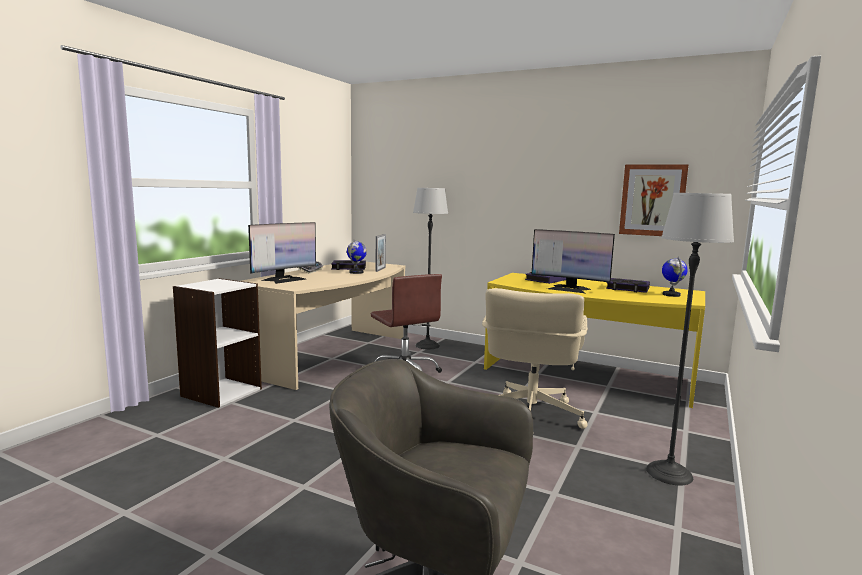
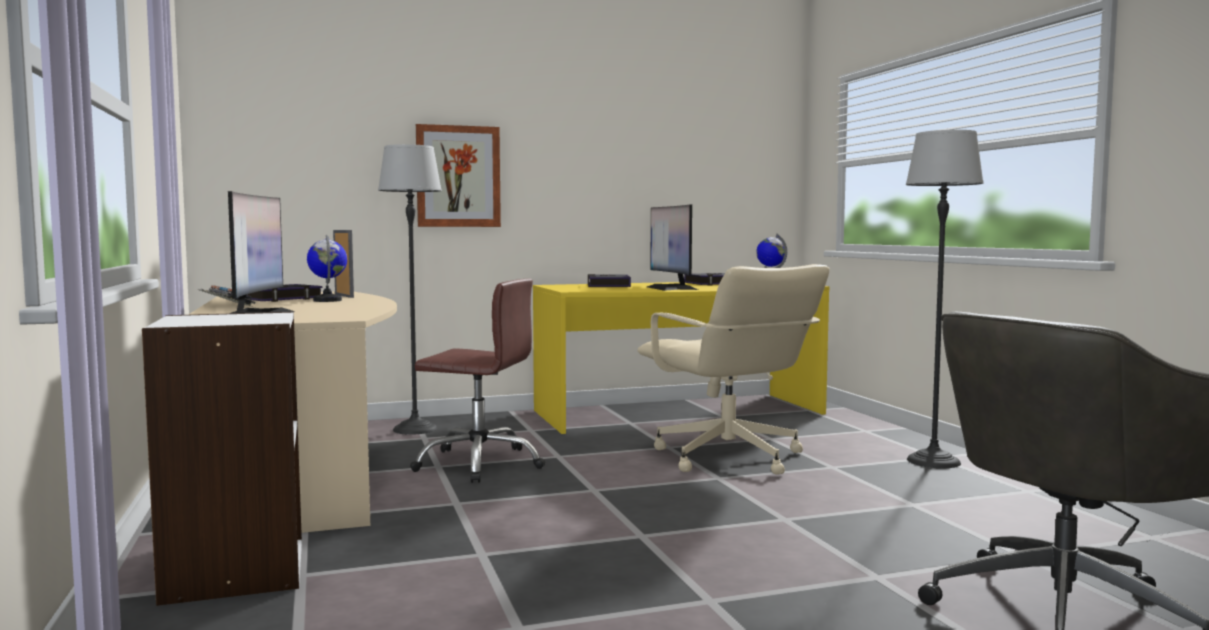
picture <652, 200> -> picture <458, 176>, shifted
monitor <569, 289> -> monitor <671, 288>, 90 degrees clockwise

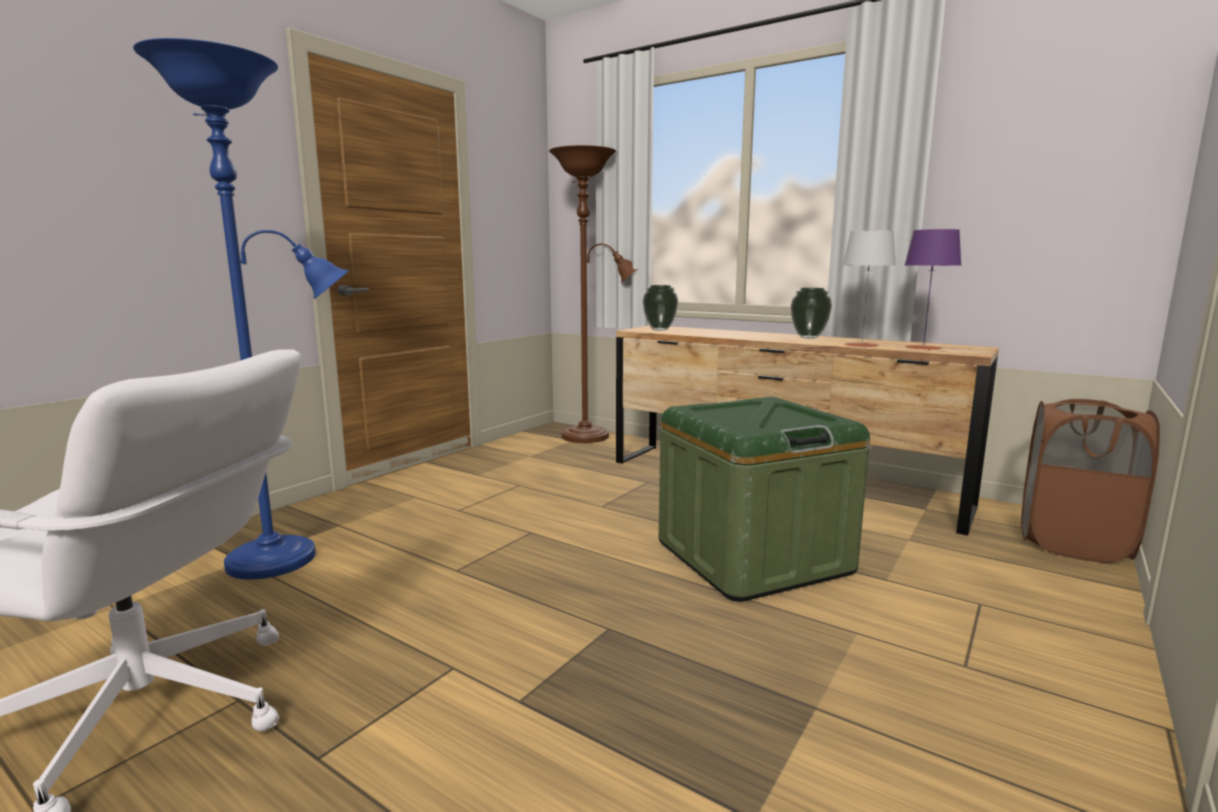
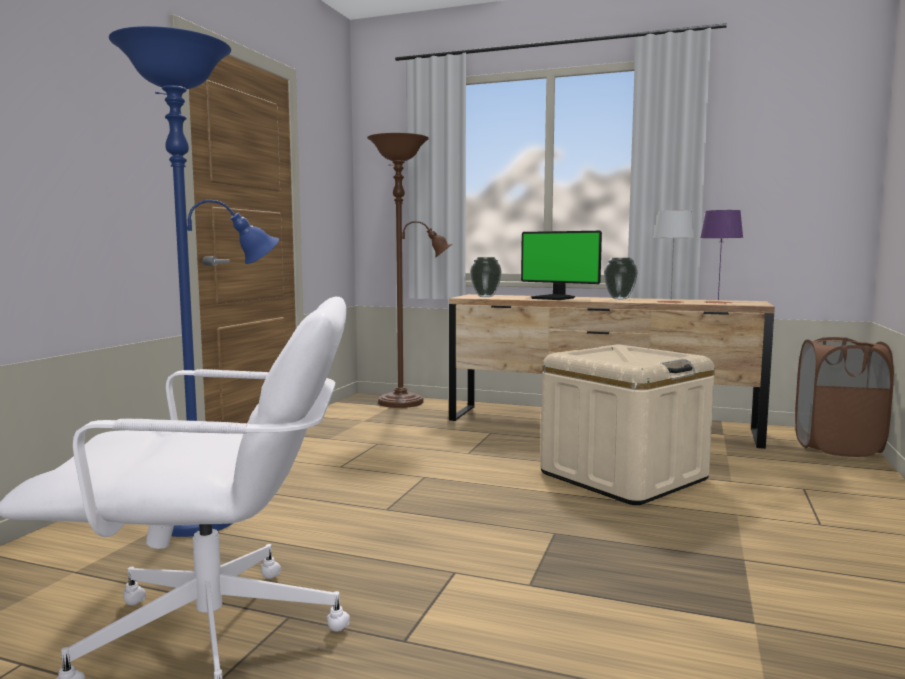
none -> monitor <554, 298>
green storage box <752, 556> -> beige storage box <623, 476>

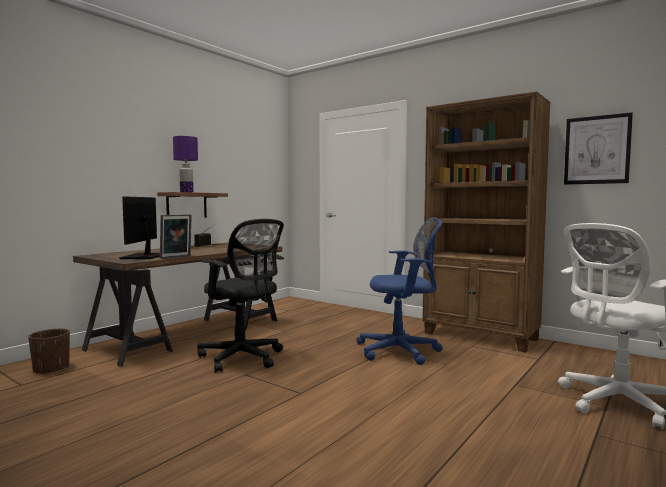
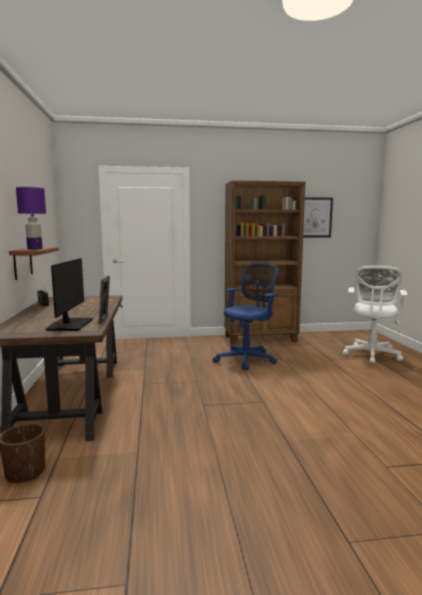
monitor <144, 256> -> monitor <69, 325>, 135 degrees counterclockwise
black office chair <243, 358> -> none

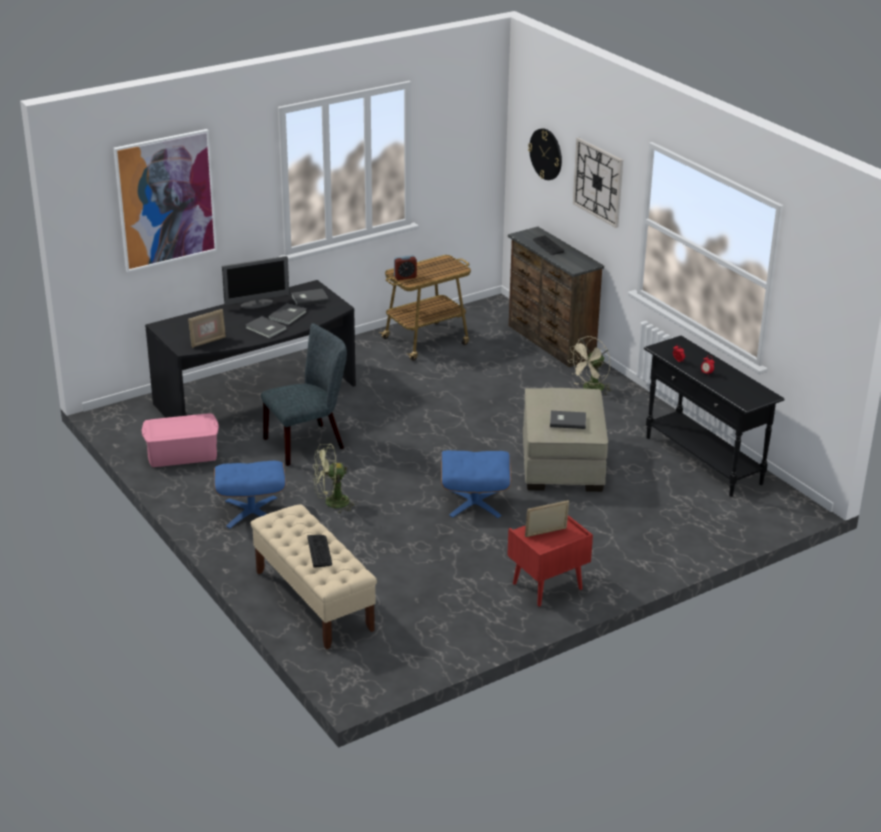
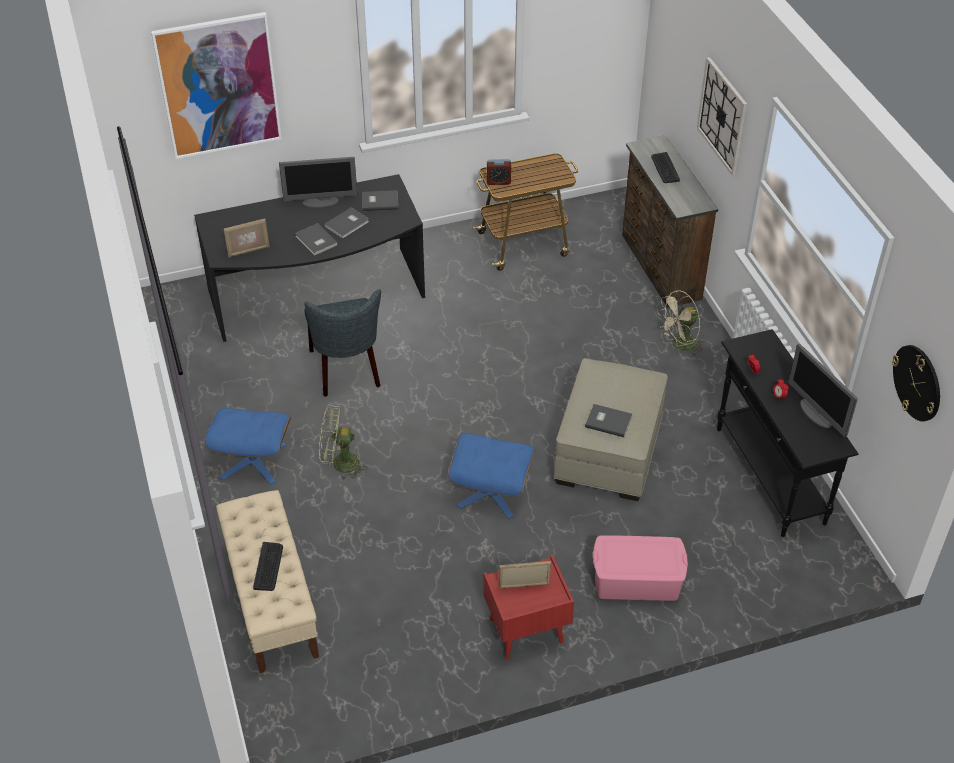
grey chair <309, 442> -> grey chair <347, 371>, 90 degrees clockwise
pink storage box <182, 454> -> pink storage box <636, 580>, shifted
none -> monitor <816, 414>
wall clock <546, 154> -> wall clock <917, 382>, shifted

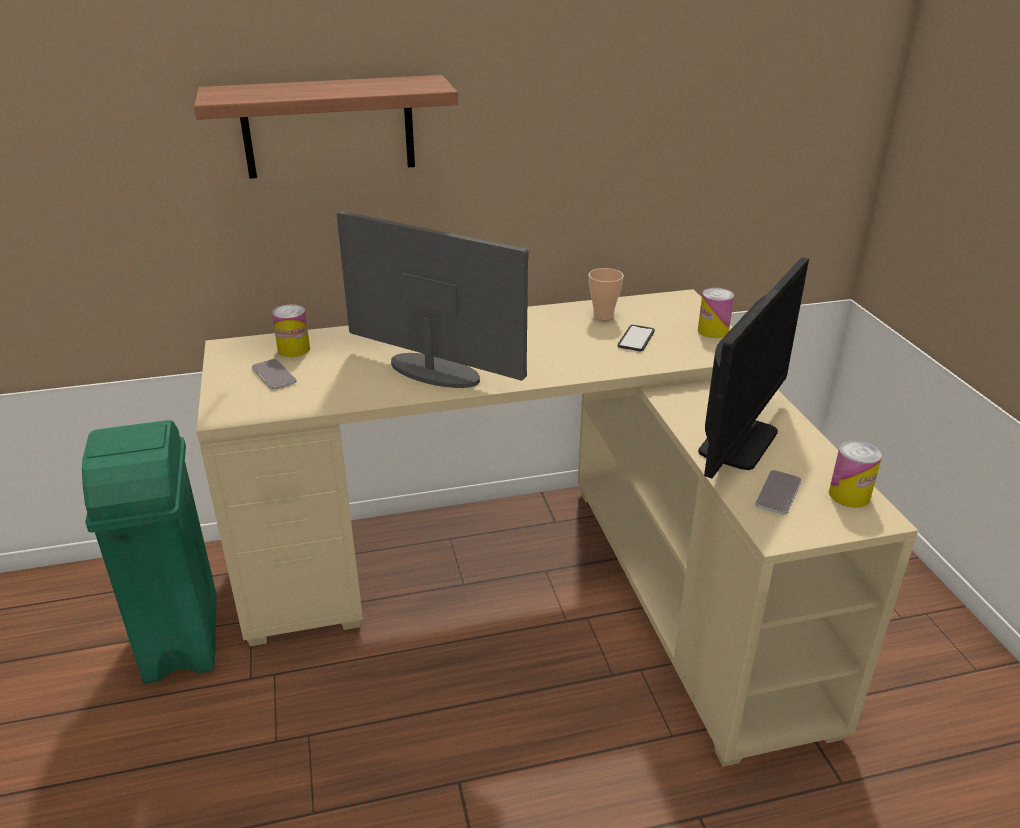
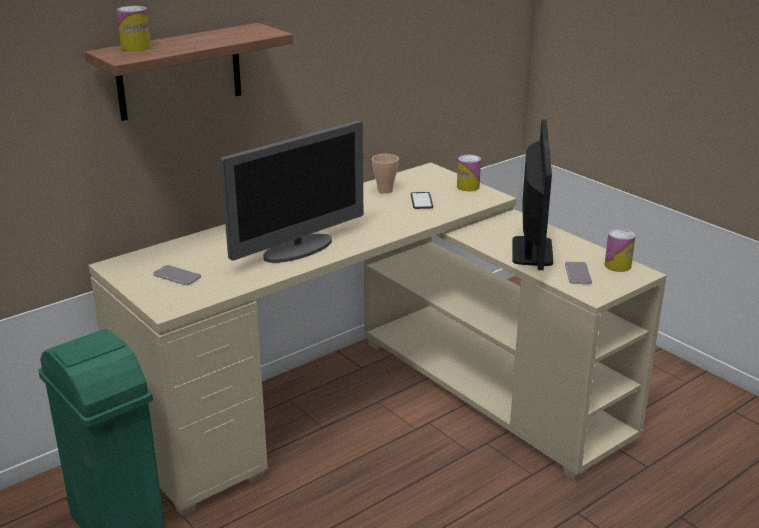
can <294, 349> -> can <136, 47>, shifted
monitor <433, 371> -> monitor <299, 249>, 135 degrees clockwise

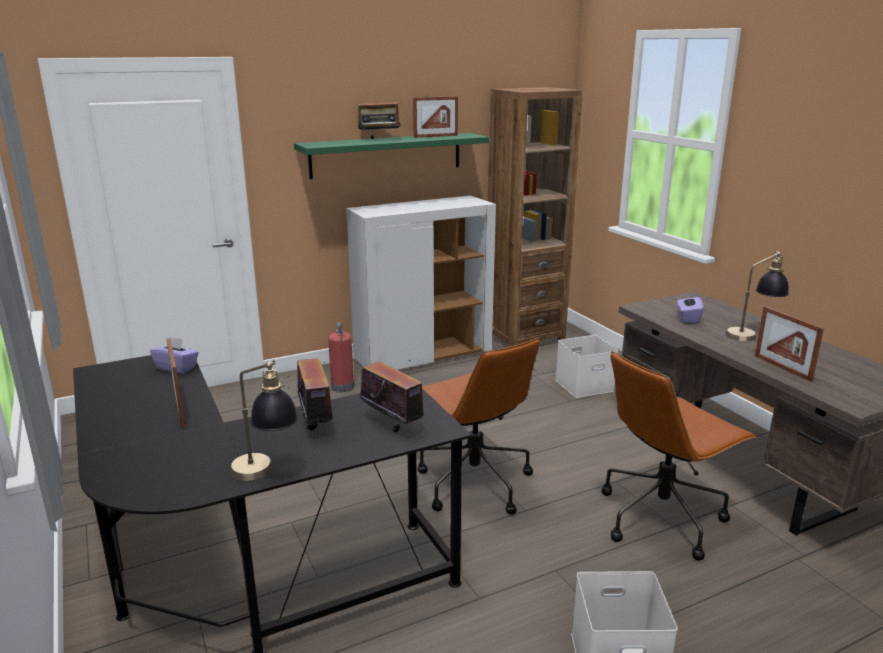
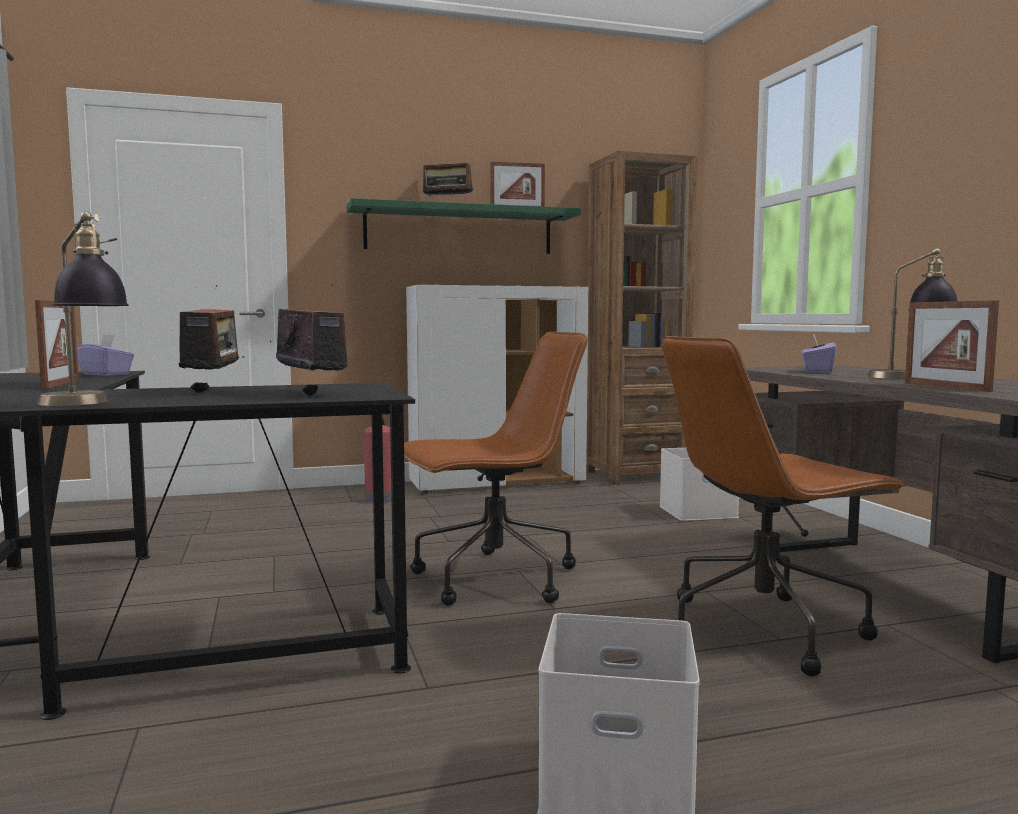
brown office chair <472, 483> -> brown office chair <493, 580>, 90 degrees counterclockwise

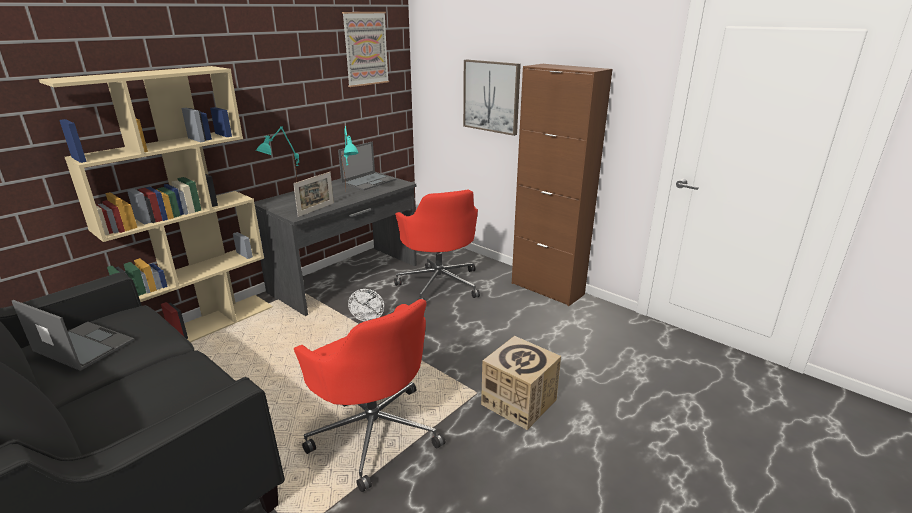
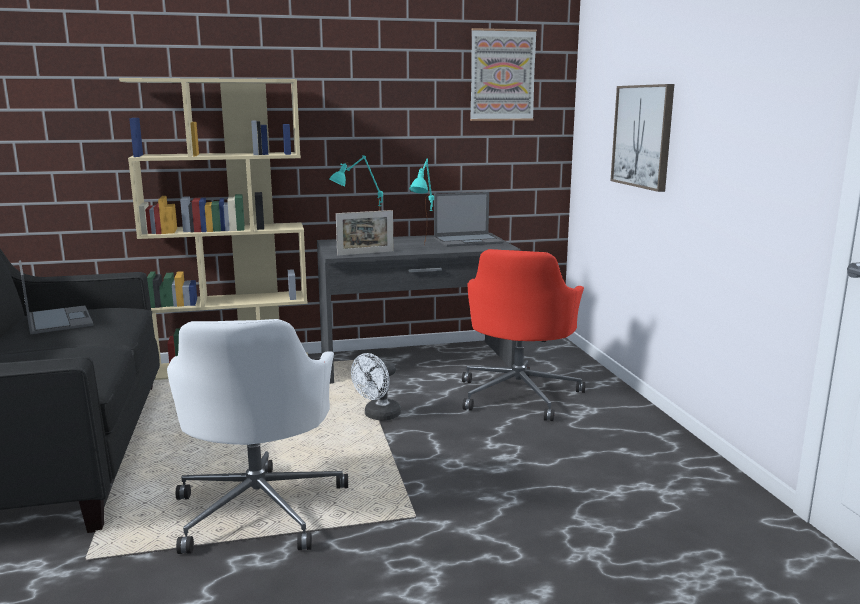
red office chair <374, 431> -> white office chair <260, 507>
cardboard box <519, 402> -> none
brown cabinet <547, 289> -> none

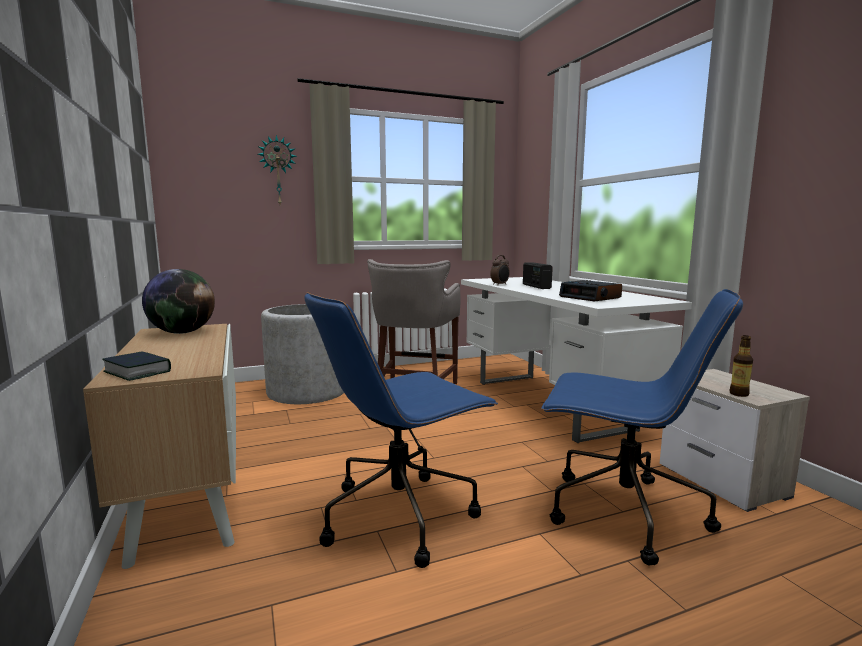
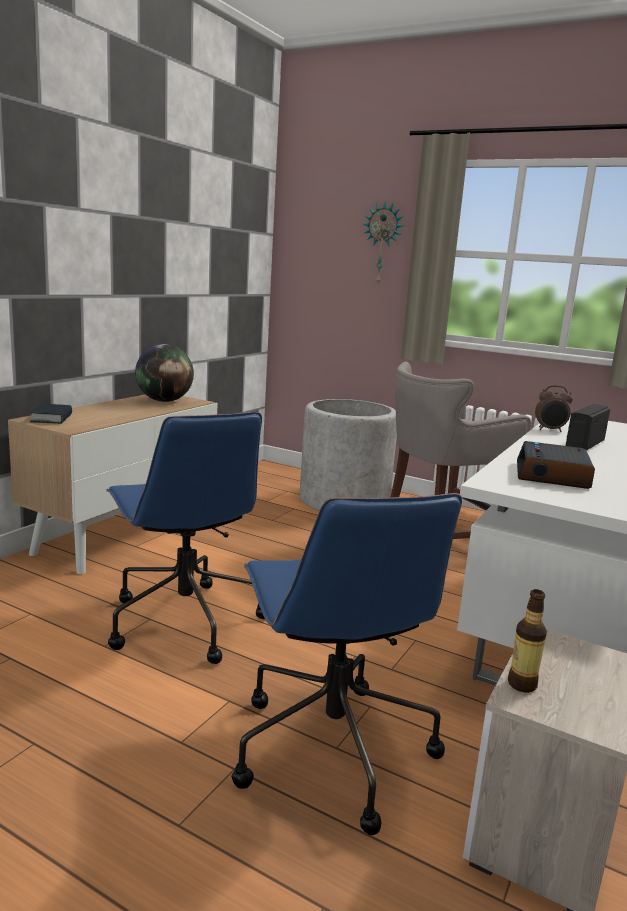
blue office chair <401, 514> -> blue office chair <184, 620>, 135 degrees counterclockwise

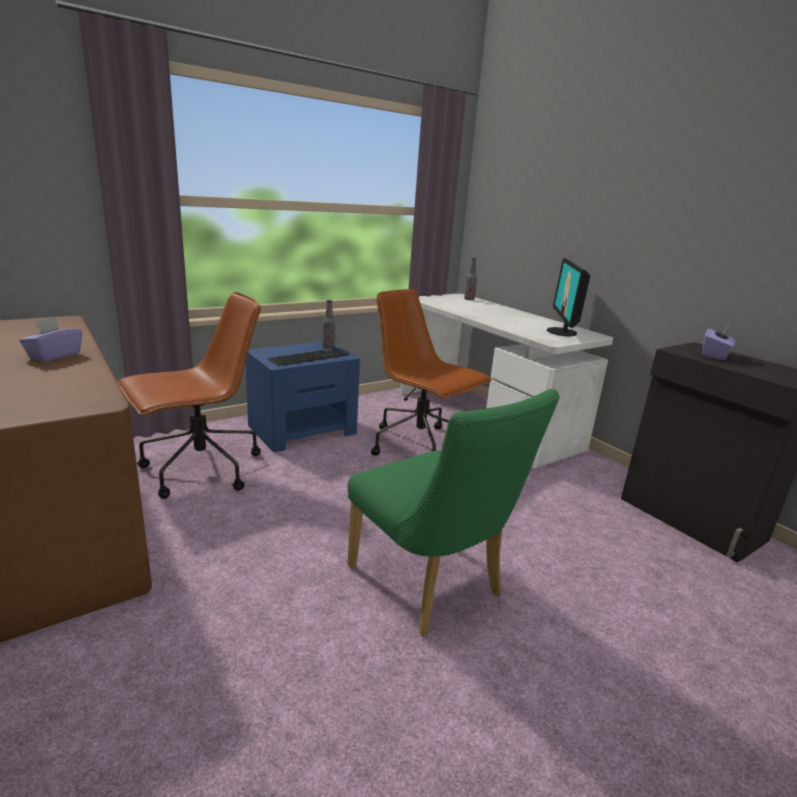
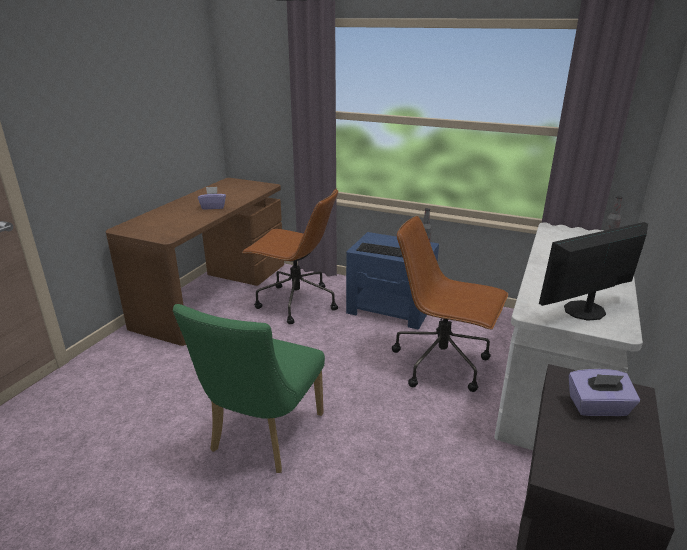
brown office chair <420, 446> -> brown office chair <442, 364>, 75 degrees counterclockwise

